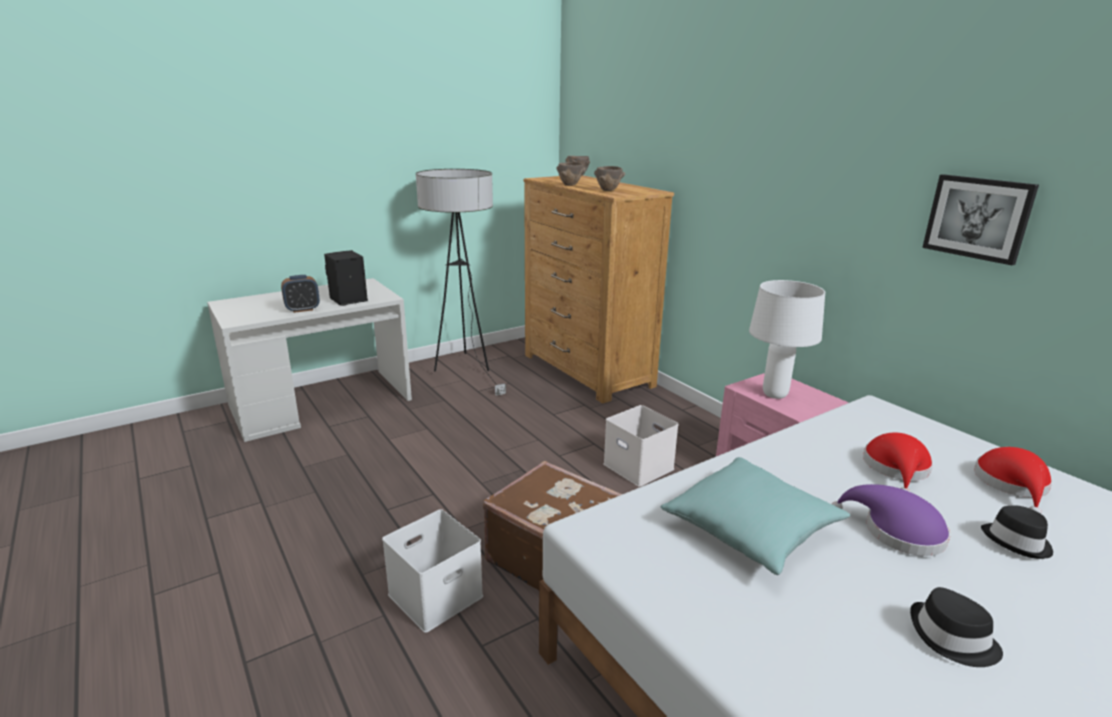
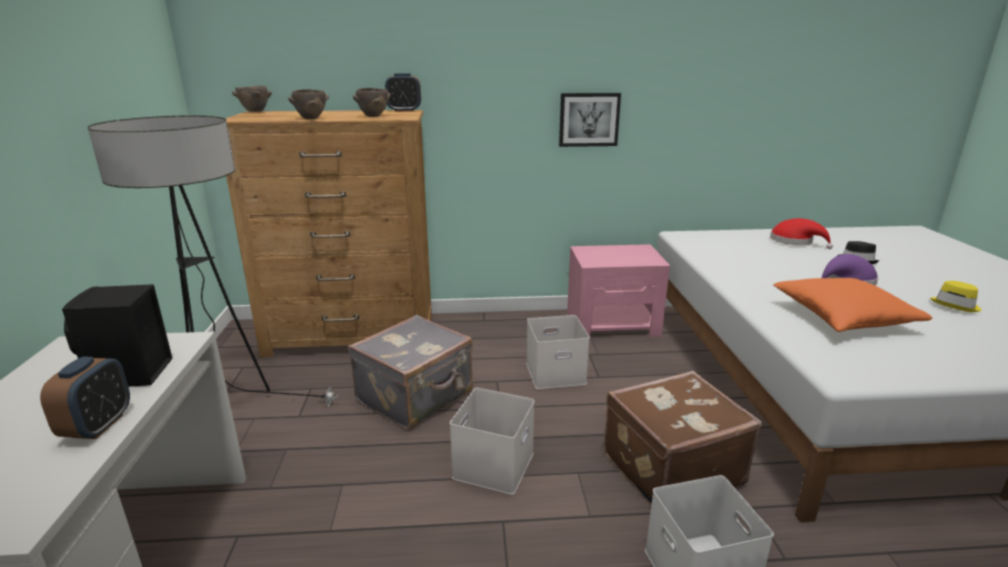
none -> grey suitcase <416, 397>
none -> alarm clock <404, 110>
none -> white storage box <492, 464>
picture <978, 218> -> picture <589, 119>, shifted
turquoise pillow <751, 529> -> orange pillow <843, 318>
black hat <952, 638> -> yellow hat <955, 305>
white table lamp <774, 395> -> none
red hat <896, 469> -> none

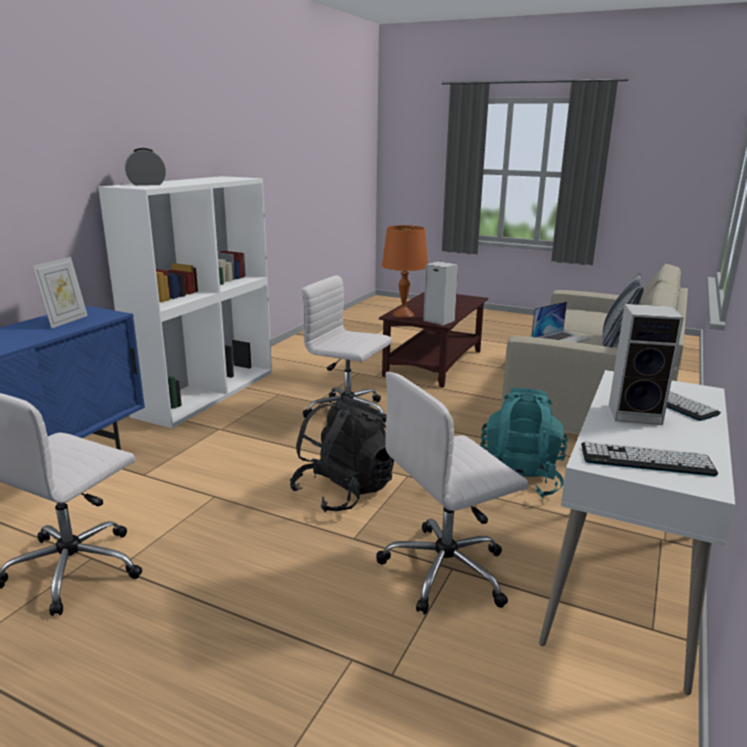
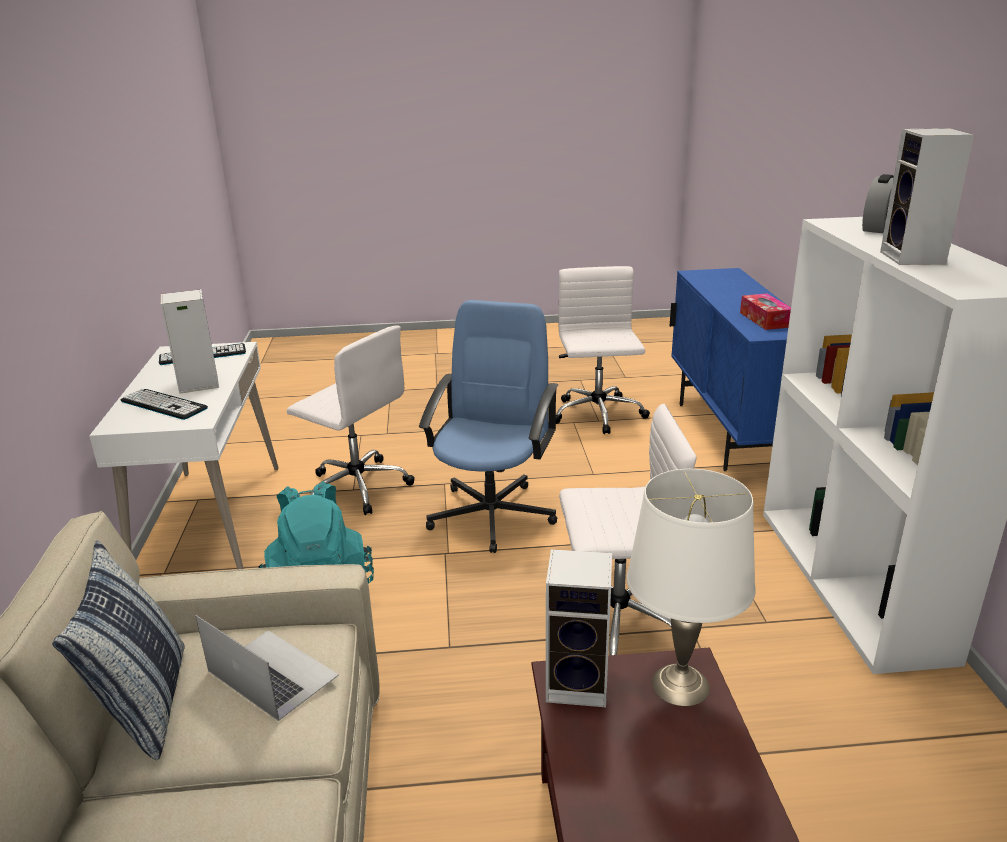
laptop <560, 338> -> laptop <272, 673>, 105 degrees clockwise
white office chair <447, 570> -> white office chair <356, 487>, 90 degrees clockwise
black backpack <344, 492> -> blue office chair <492, 514>
orange table lamp <403, 314> -> white table lamp <680, 684>
picture frame <66, 321> -> tissue box <765, 319>
none -> speaker <914, 258>

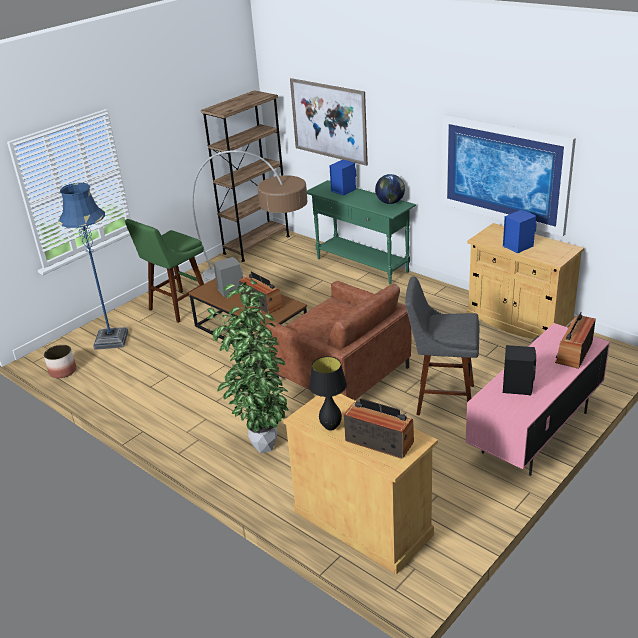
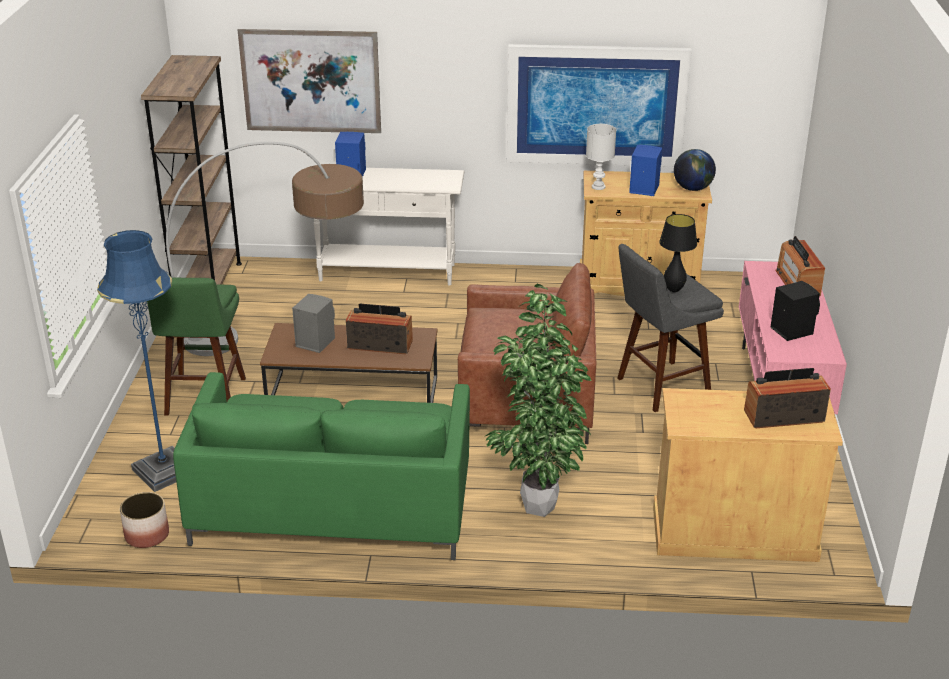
none -> green sofa <333, 509>
green console table <362, 265> -> white console table <387, 273>
none -> white table lamp <598, 187>
black table lamp <331, 427> -> black table lamp <673, 289>, shifted
globe <390, 202> -> globe <692, 188>, shifted

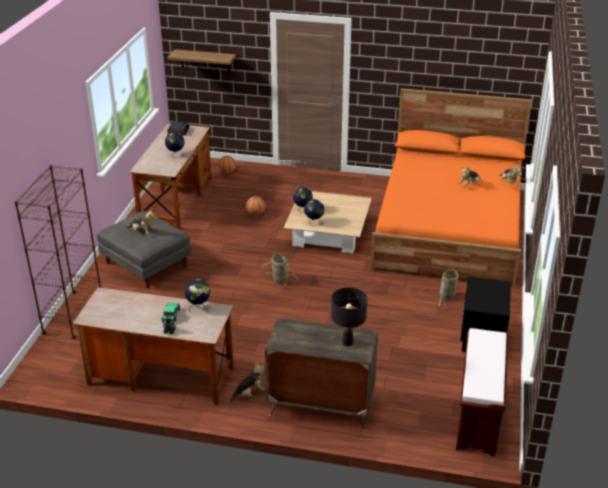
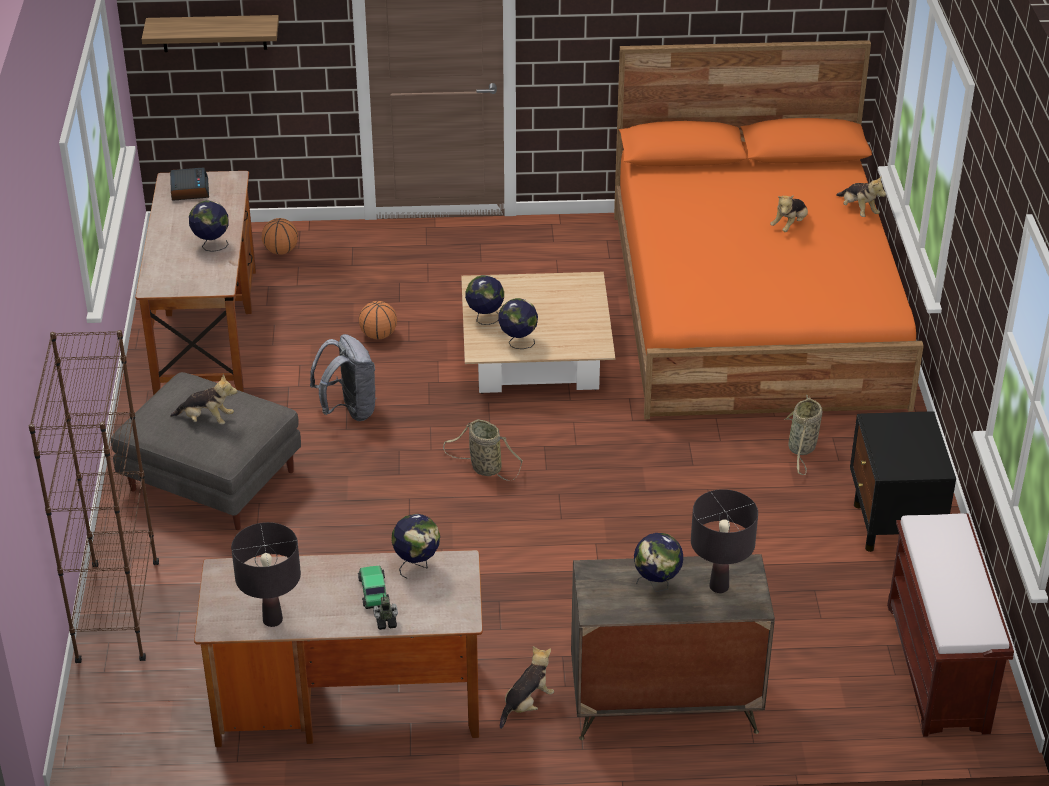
none -> black table lamp <273, 620>
none -> grey backpack <348, 410>
none -> globe <657, 585>

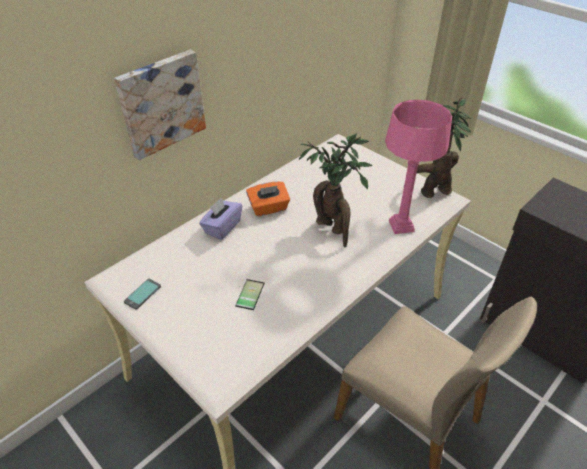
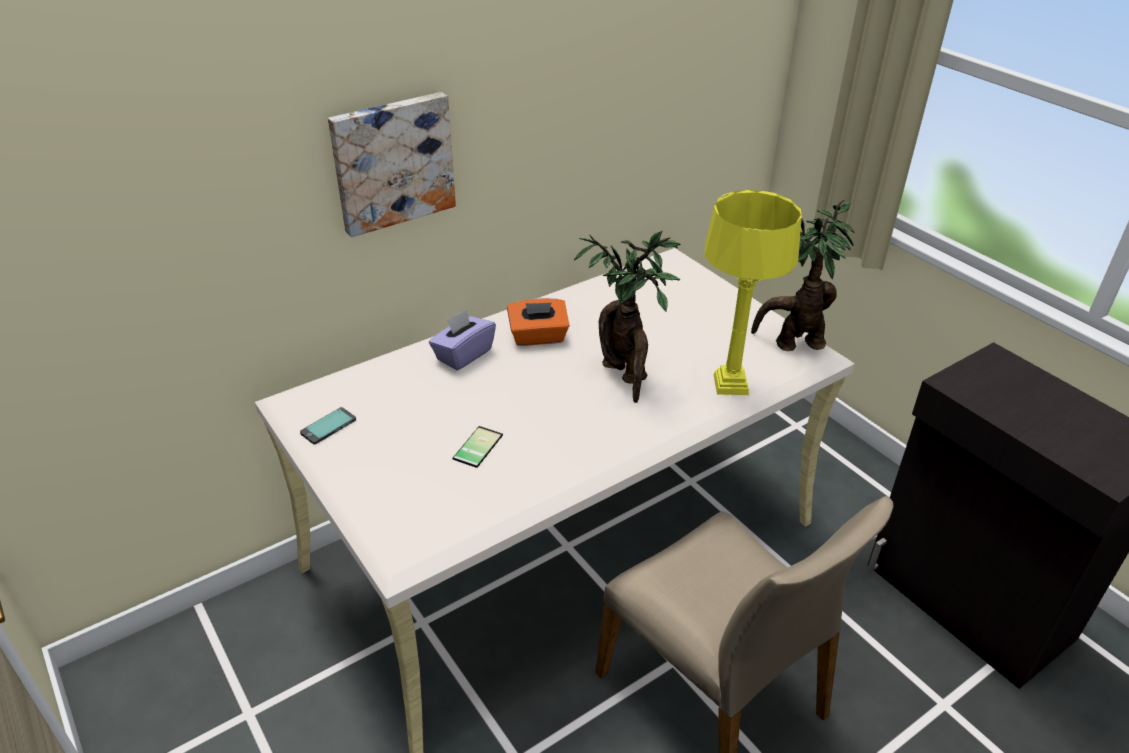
pink table lamp <400, 226> -> yellow table lamp <730, 384>

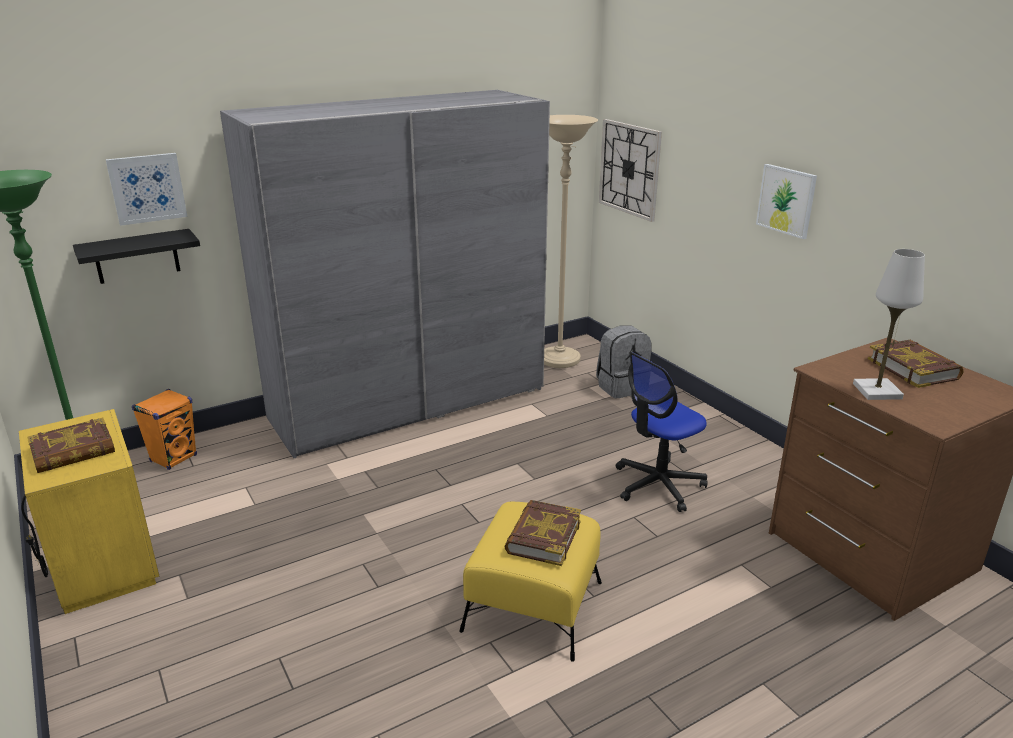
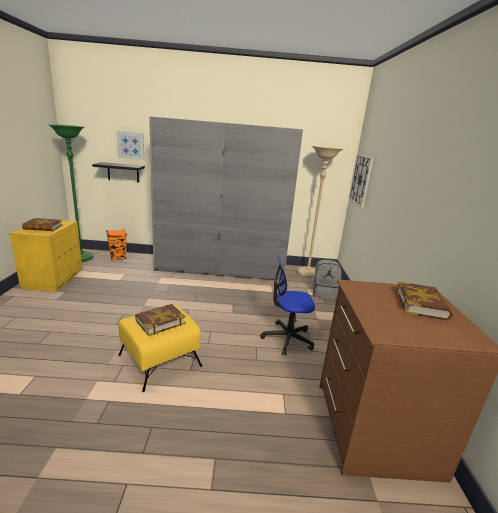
picture <786, 200> -> none
white table lamp <877, 391> -> none

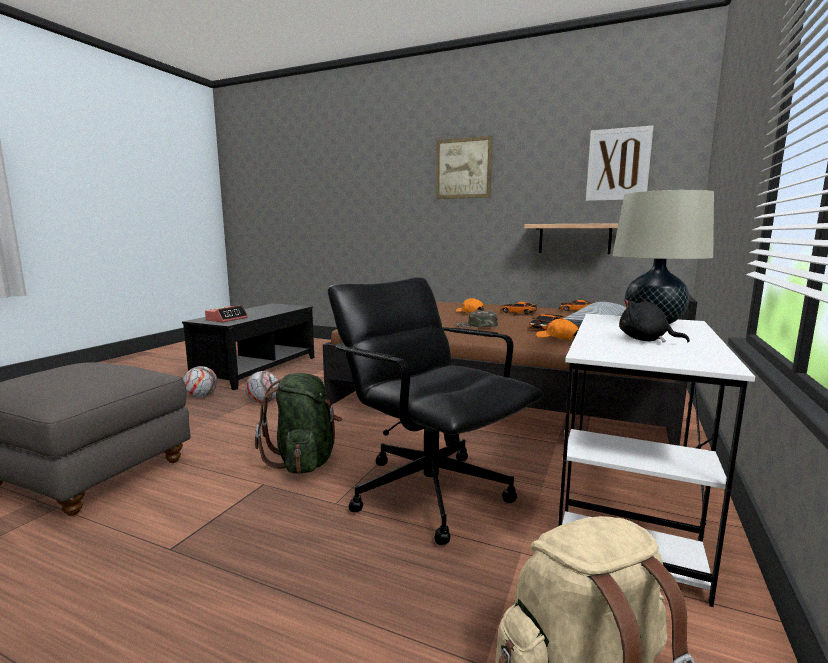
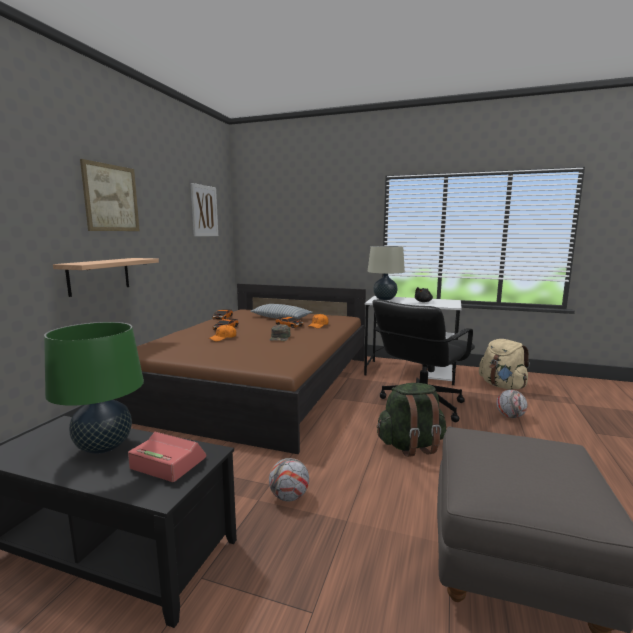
none -> green table lamp <104, 446>
shelf <574, 239> -> shelf <99, 276>, shifted
football <201, 396> -> football <510, 416>, shifted

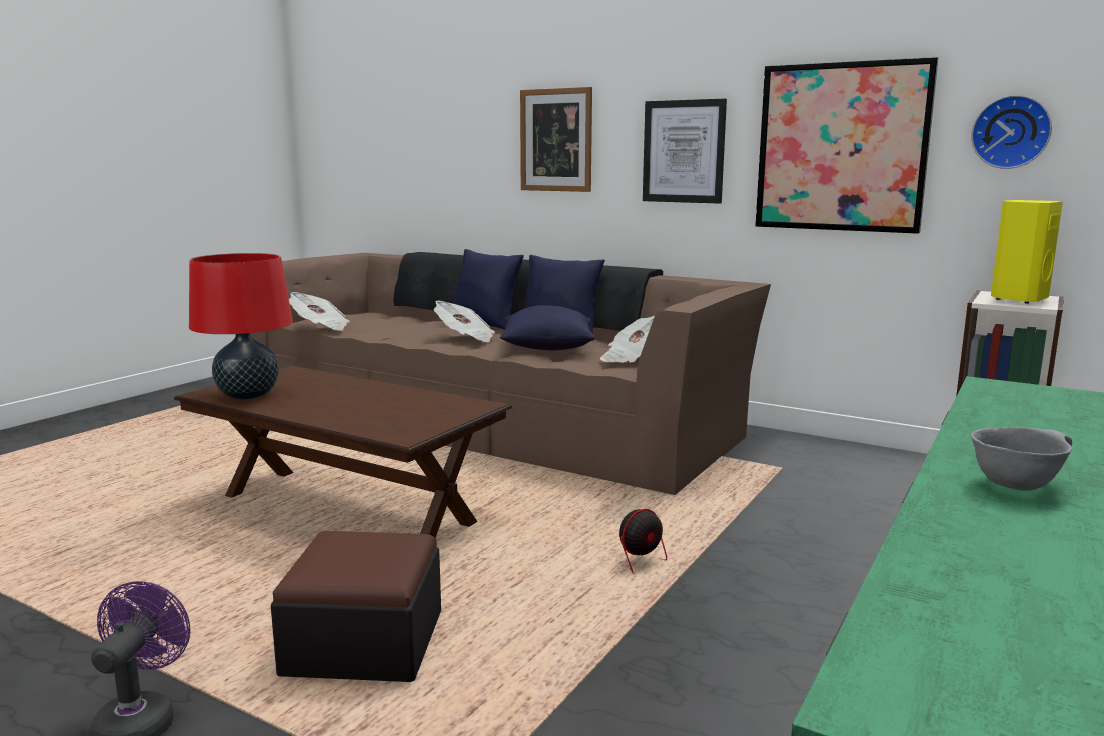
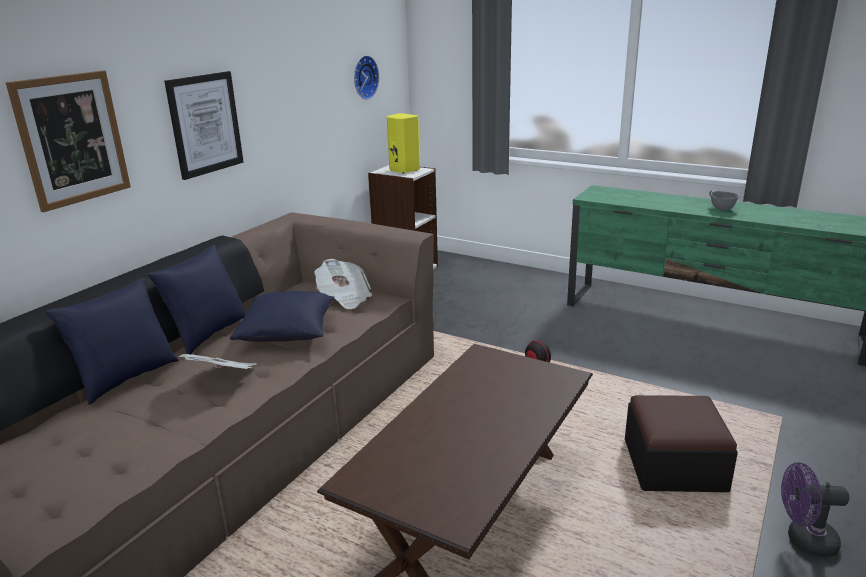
red table lamp <248, 395> -> none
newspaper <320, 327> -> none
picture <841, 147> -> none

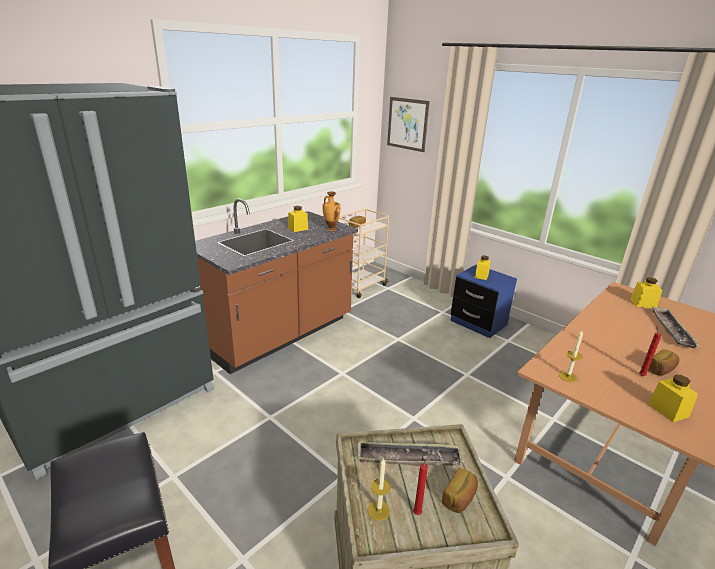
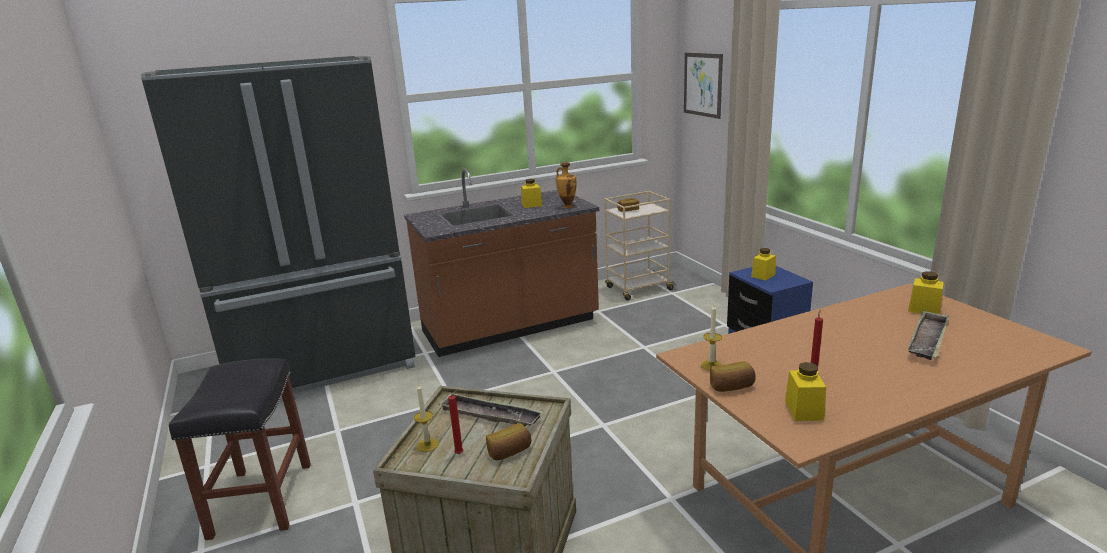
bread <661, 370> -> bread <731, 387>, shifted

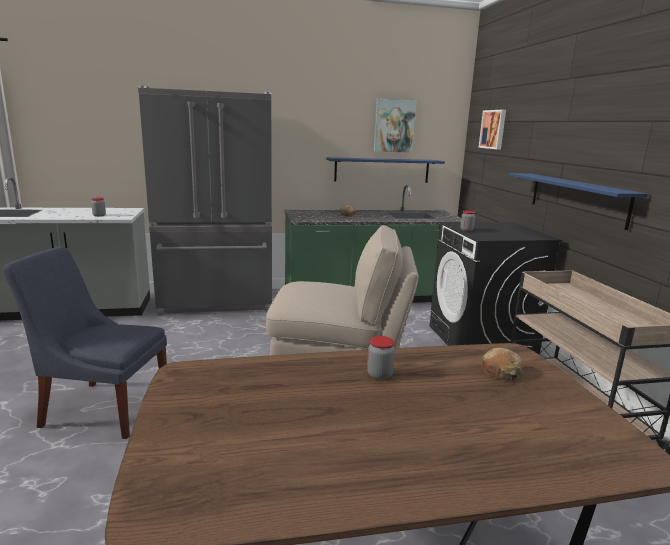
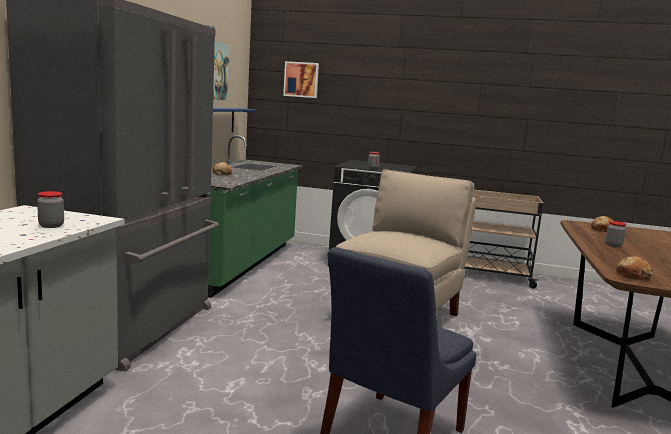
none -> bread <633, 275>
blue shelf <577, 198> -> none

